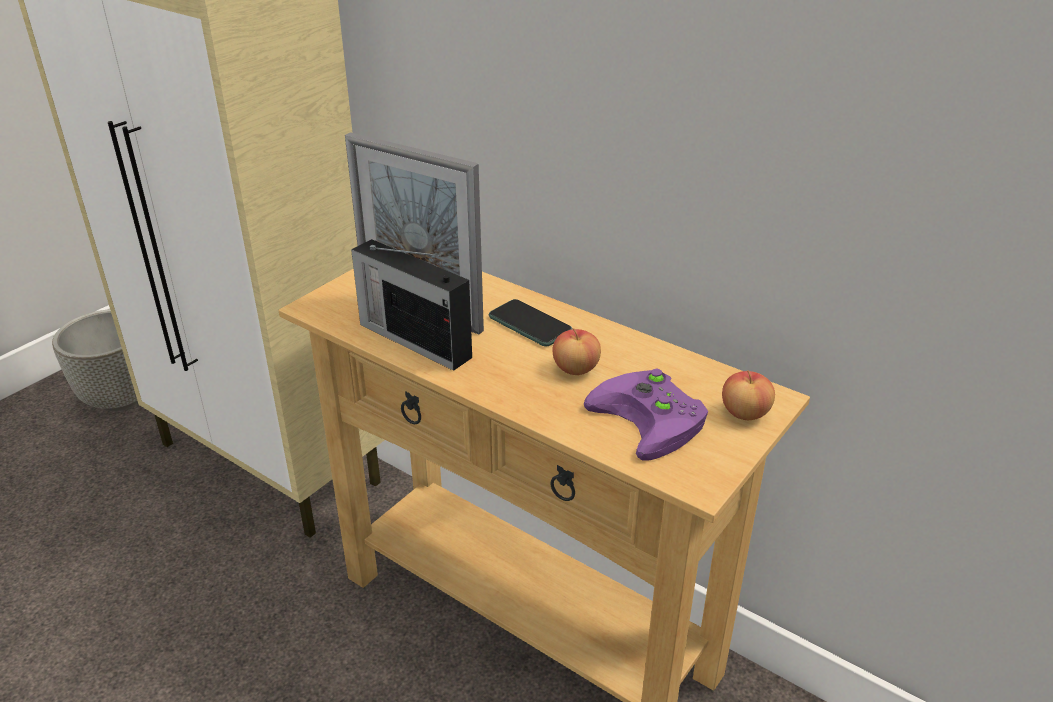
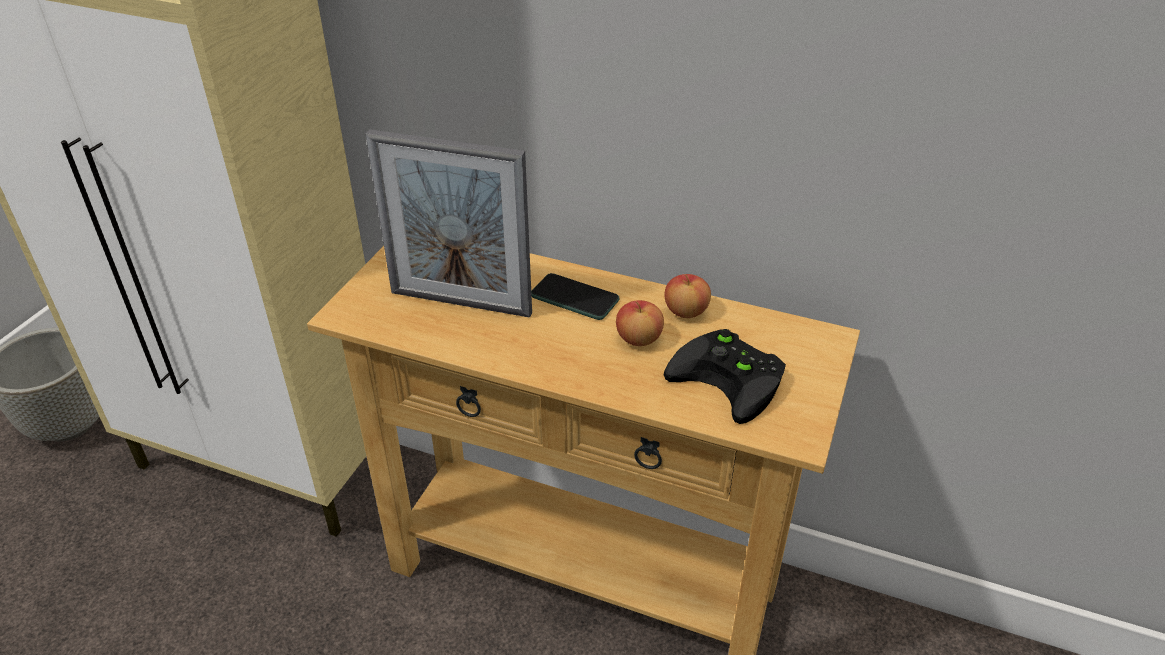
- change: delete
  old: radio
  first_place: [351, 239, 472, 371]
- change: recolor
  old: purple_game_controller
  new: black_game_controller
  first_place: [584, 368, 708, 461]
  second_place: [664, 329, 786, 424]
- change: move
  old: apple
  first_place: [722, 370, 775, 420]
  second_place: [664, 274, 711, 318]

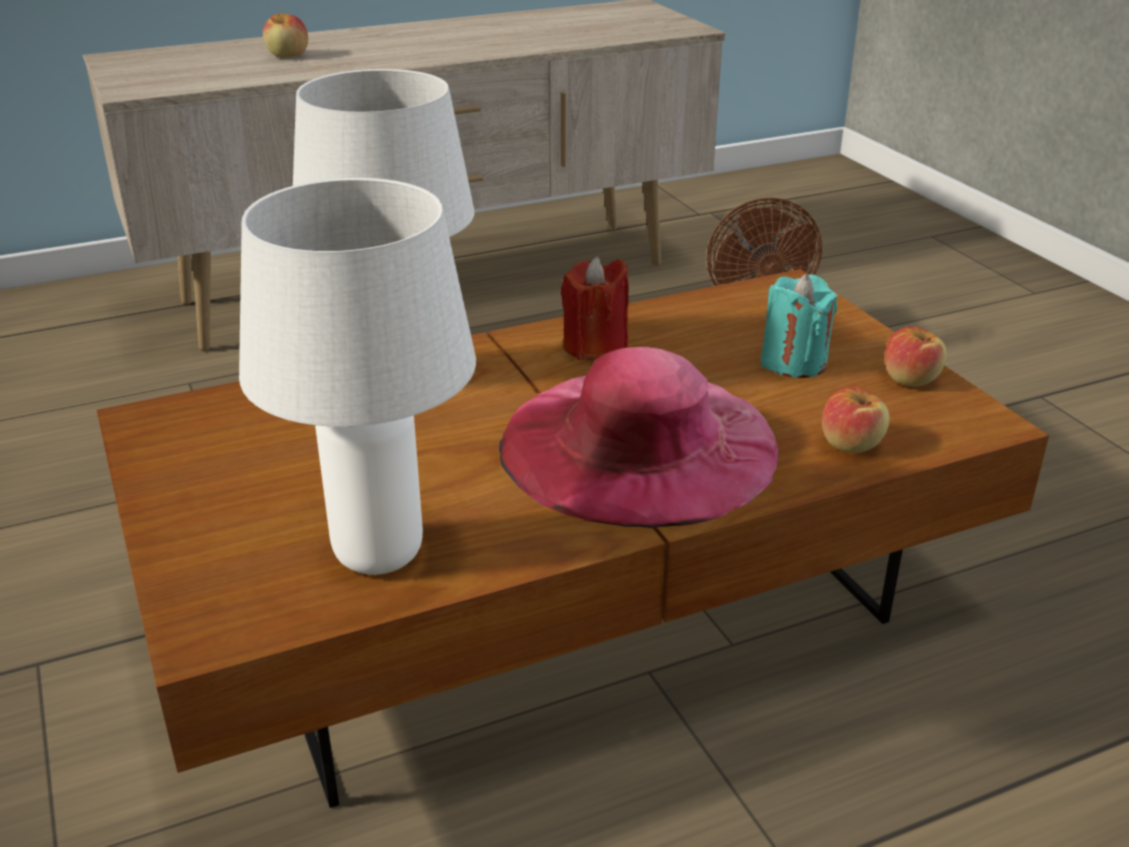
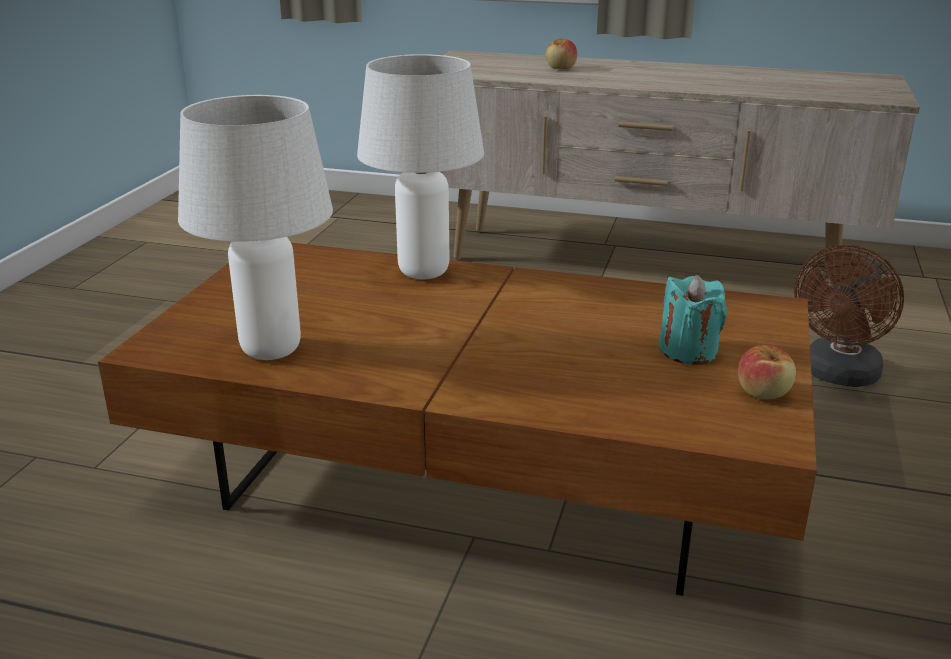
- change: delete
  old: red_candle
  first_place: [561, 256, 629, 360]
- change: delete
  old: pink_hat
  first_place: [499, 347, 779, 528]
- change: delete
  old: apple
  first_place: [822, 387, 890, 453]

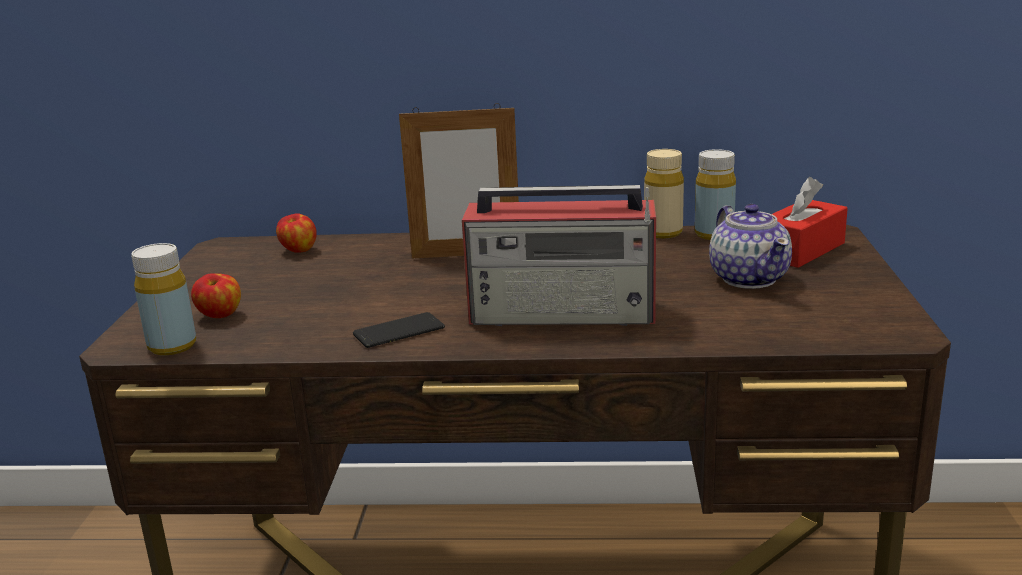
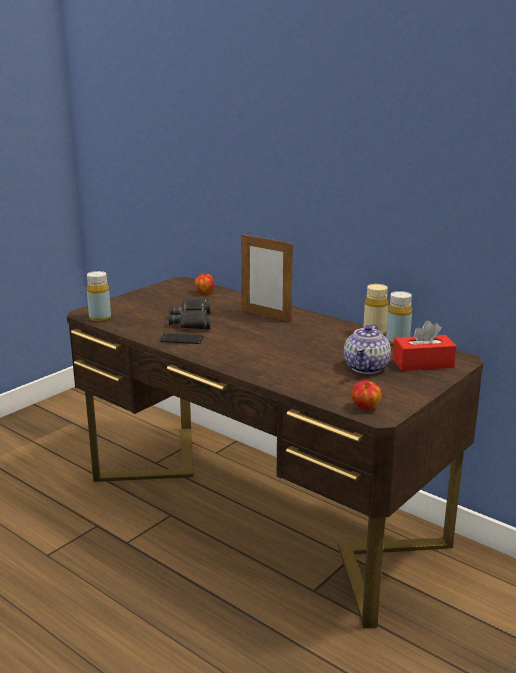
- change: delete
  old: radio
  first_place: [462, 185, 656, 326]
- change: move
  old: apple
  first_place: [191, 273, 241, 318]
  second_place: [351, 380, 382, 410]
- change: insert
  new: black_binoculars
  second_place: [169, 299, 211, 330]

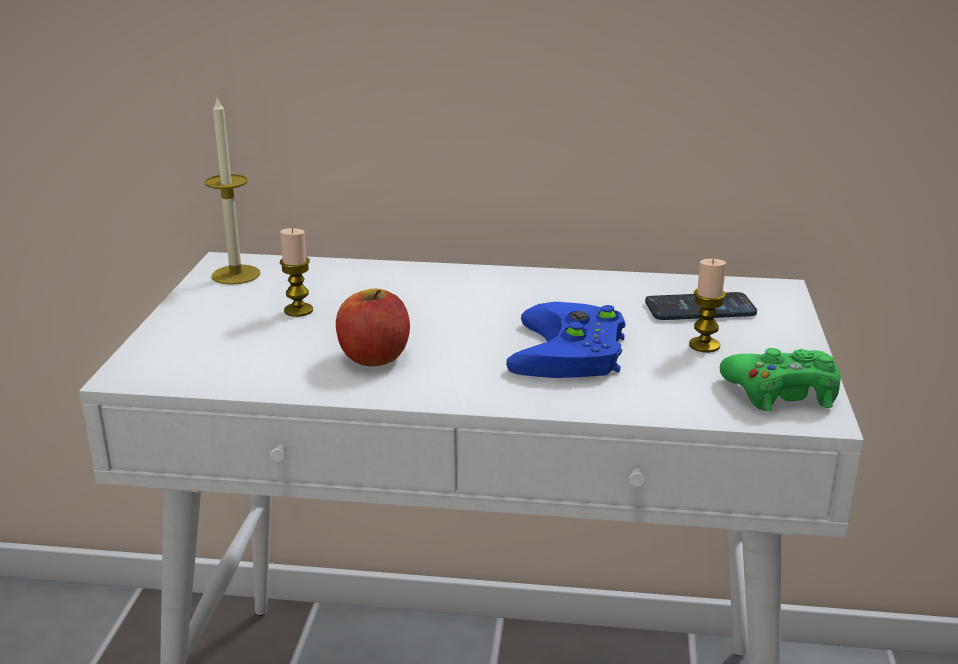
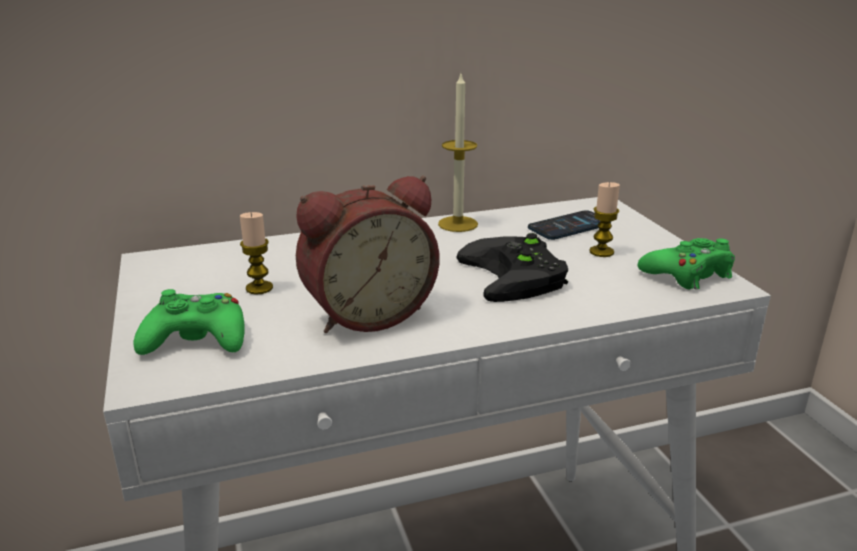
- change: move
  old: candle
  first_place: [205, 95, 260, 285]
  second_place: [438, 74, 478, 232]
- change: replace
  old: apple
  new: alarm_clock
  first_place: [336, 289, 410, 366]
  second_place: [296, 176, 439, 333]
- change: recolor
  old: blue_game_controller
  new: black_game_controller
  first_place: [506, 302, 626, 378]
  second_place: [456, 233, 568, 302]
- change: insert
  new: green_game_controller
  second_place: [133, 289, 244, 355]

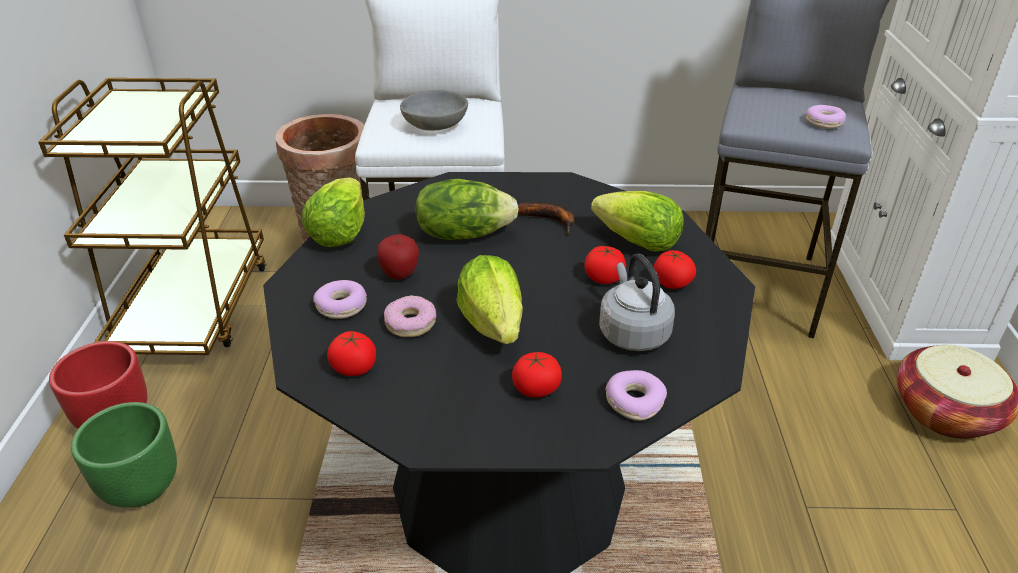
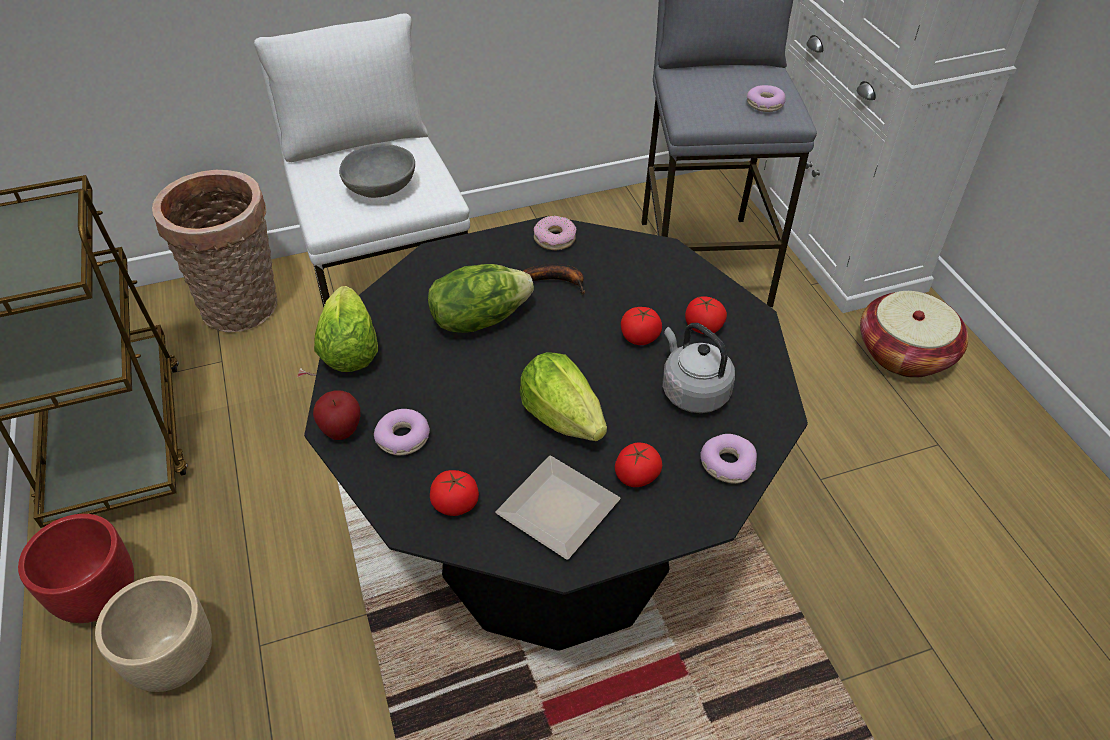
- change: delete
  old: lettuce
  first_place: [591, 191, 684, 252]
- change: move
  old: apple
  first_place: [377, 234, 419, 279]
  second_place: [313, 390, 360, 440]
- change: move
  old: donut
  first_place: [384, 295, 436, 337]
  second_place: [534, 216, 576, 251]
- change: recolor
  old: green_planter
  new: beige_planter
  first_place: [71, 402, 177, 508]
  second_place: [95, 575, 212, 692]
- change: insert
  new: plate
  second_place: [495, 456, 621, 560]

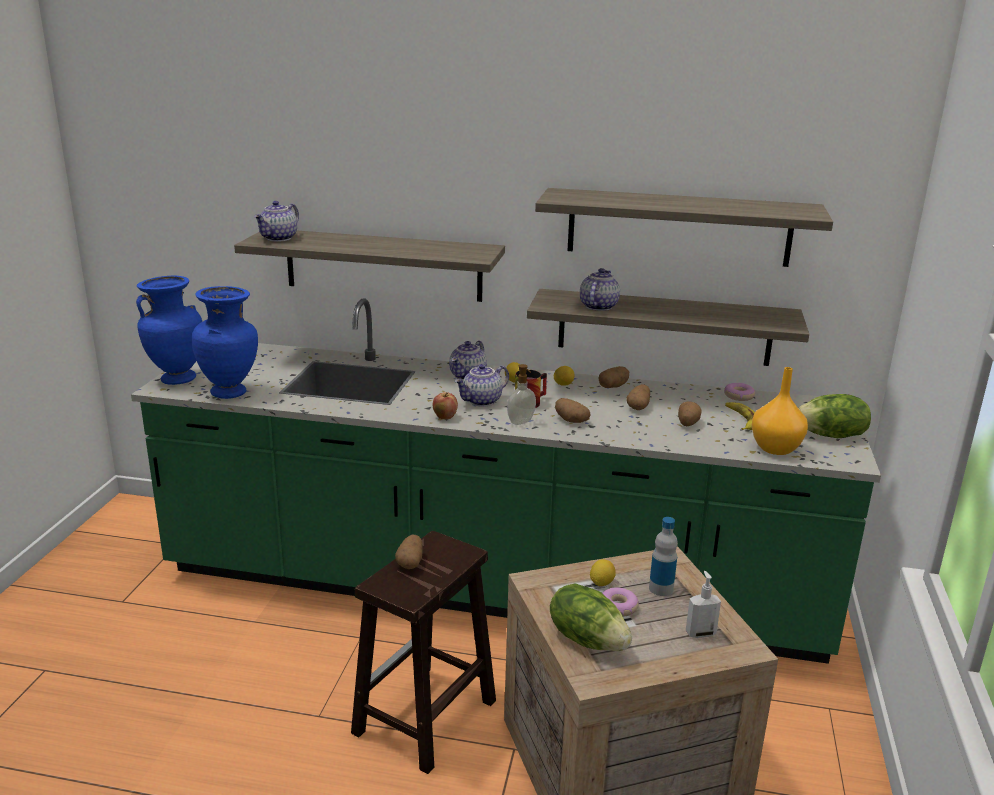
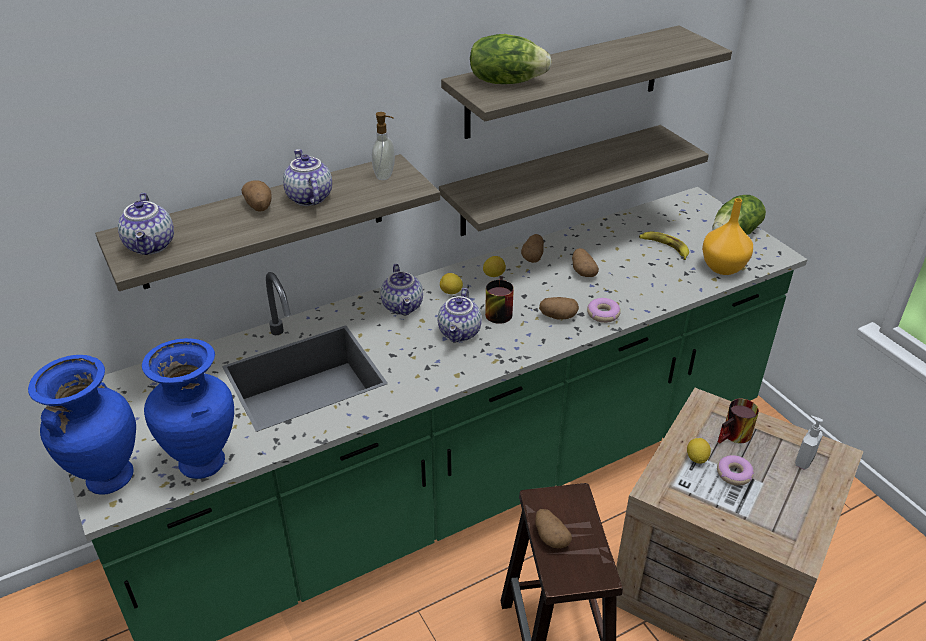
- change: move
  old: teapot
  first_place: [580, 268, 620, 311]
  second_place: [283, 149, 332, 206]
- change: move
  old: soap_dispenser
  first_place: [507, 364, 536, 425]
  second_place: [372, 112, 395, 180]
- change: move
  old: donut
  first_place: [724, 383, 756, 401]
  second_place: [587, 298, 621, 323]
- change: delete
  old: apple
  first_place: [433, 392, 458, 419]
- change: move
  old: potato
  first_place: [678, 402, 702, 426]
  second_place: [242, 180, 272, 212]
- change: replace
  old: bottle
  new: mug
  first_place: [649, 517, 678, 596]
  second_place: [718, 399, 759, 444]
- change: move
  old: lettuce
  first_place: [550, 583, 632, 651]
  second_place: [470, 34, 552, 84]

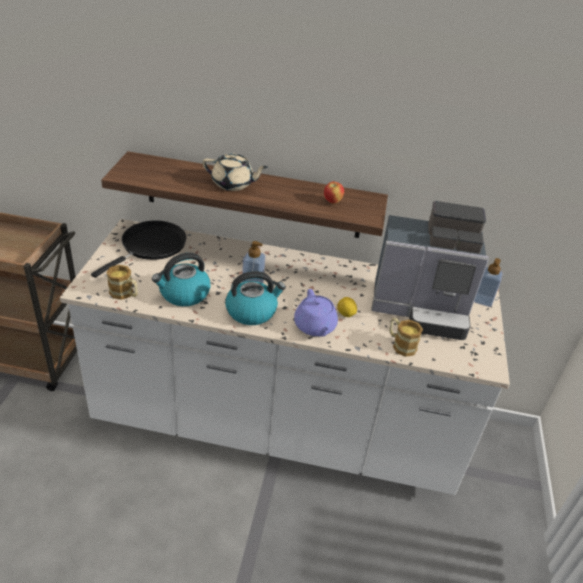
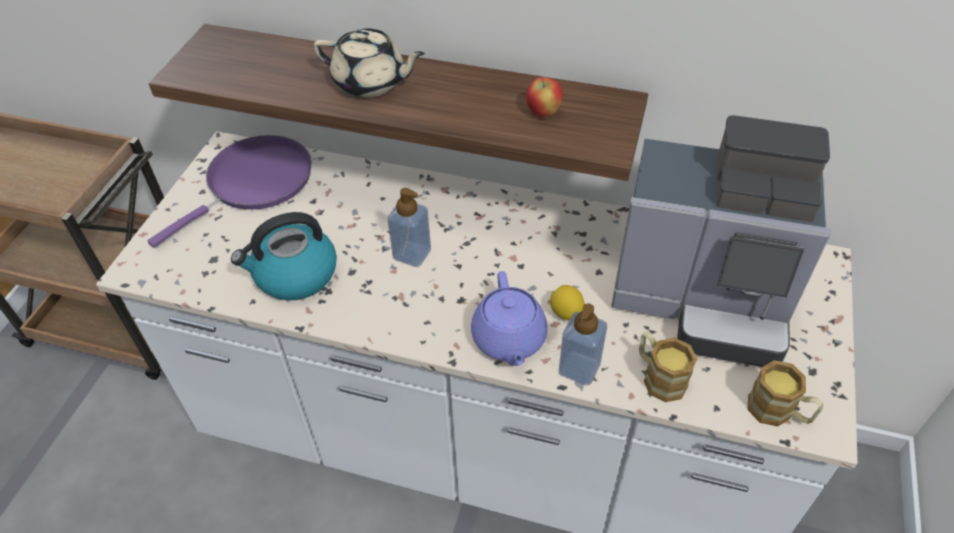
- change: recolor
  old: black_frying_pan
  new: purple_frying_pan
  first_place: [91, 220, 186, 278]
  second_place: [148, 135, 312, 247]
- change: move
  old: soap_dispenser
  first_place: [474, 258, 503, 307]
  second_place: [559, 303, 607, 385]
- change: move
  old: mug
  first_place: [106, 265, 138, 300]
  second_place: [748, 360, 823, 427]
- change: delete
  old: kettle
  first_place: [225, 271, 286, 325]

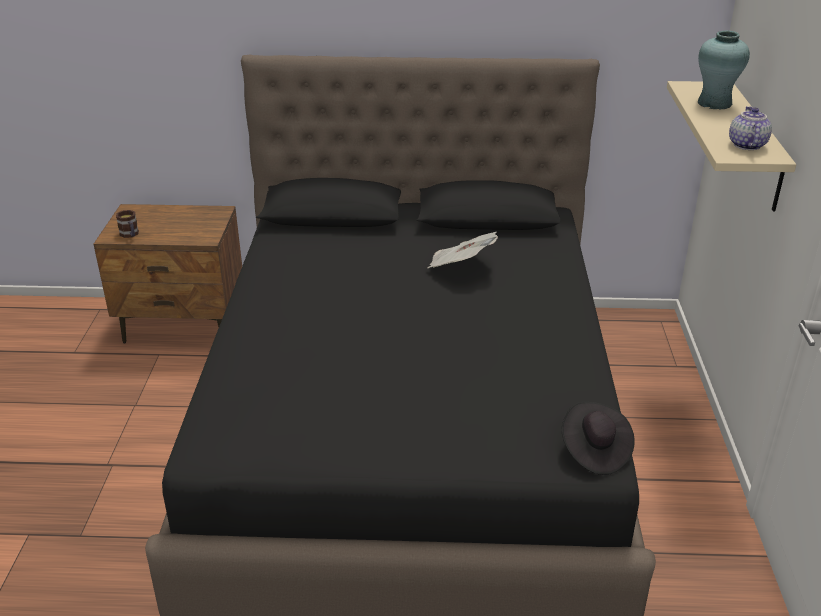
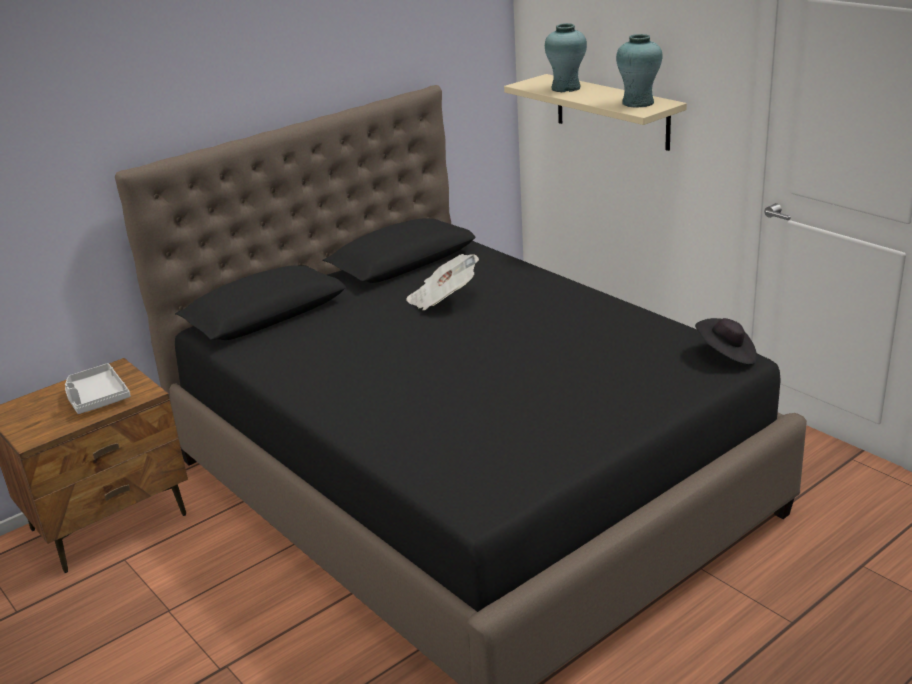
- change: replace
  old: teapot
  new: turquoise_vase
  first_place: [729, 106, 772, 150]
  second_place: [616, 34, 662, 108]
- change: delete
  old: mug
  first_place: [116, 210, 139, 238]
- change: insert
  new: grey_tray
  second_place: [65, 363, 131, 414]

